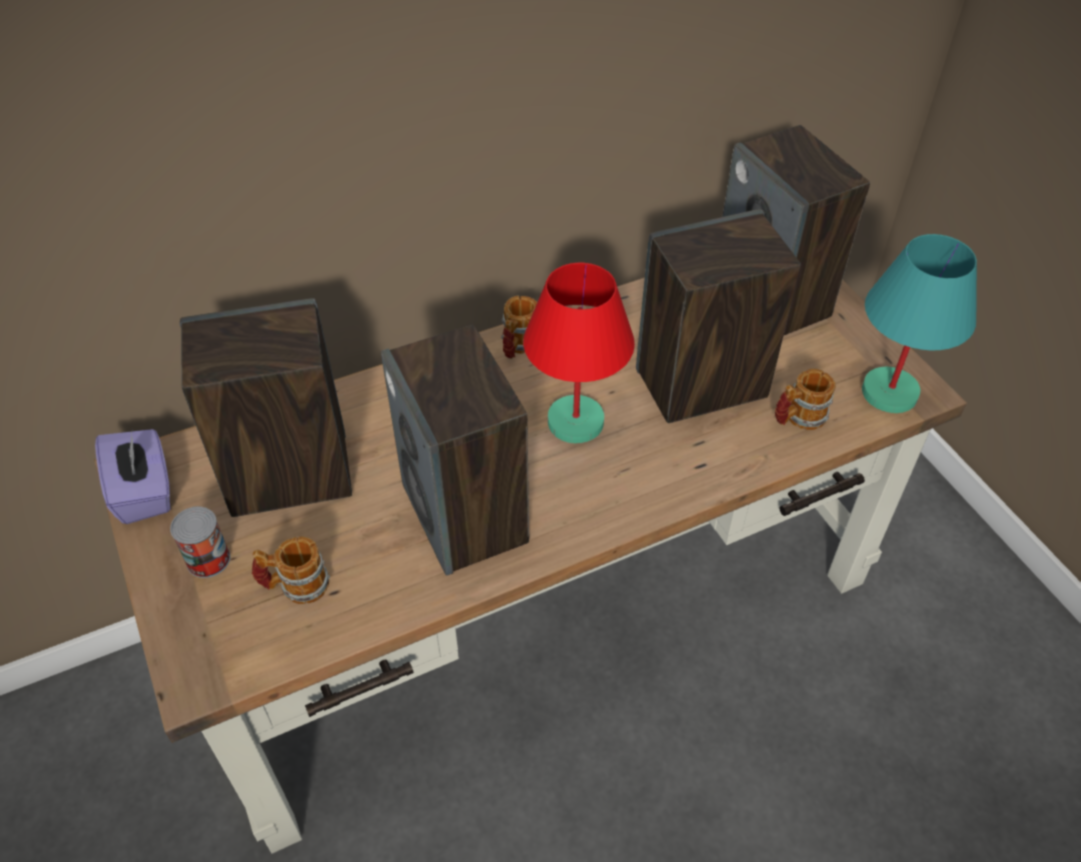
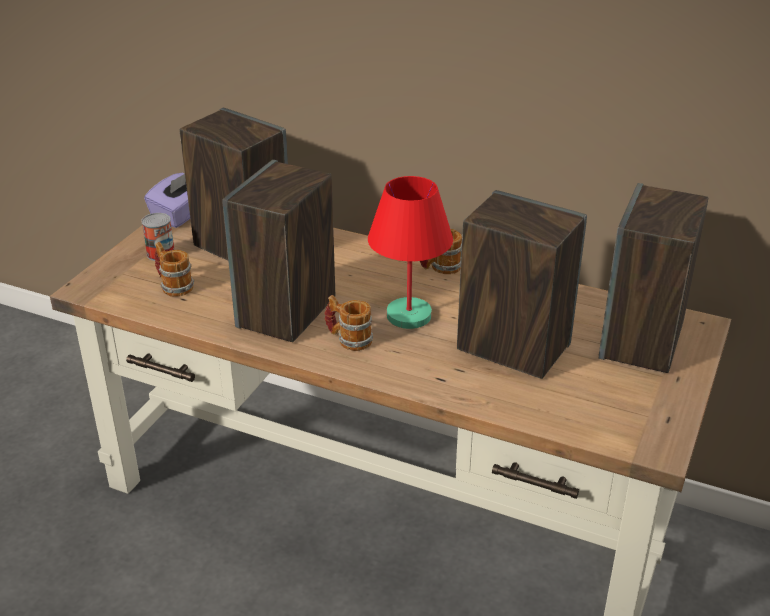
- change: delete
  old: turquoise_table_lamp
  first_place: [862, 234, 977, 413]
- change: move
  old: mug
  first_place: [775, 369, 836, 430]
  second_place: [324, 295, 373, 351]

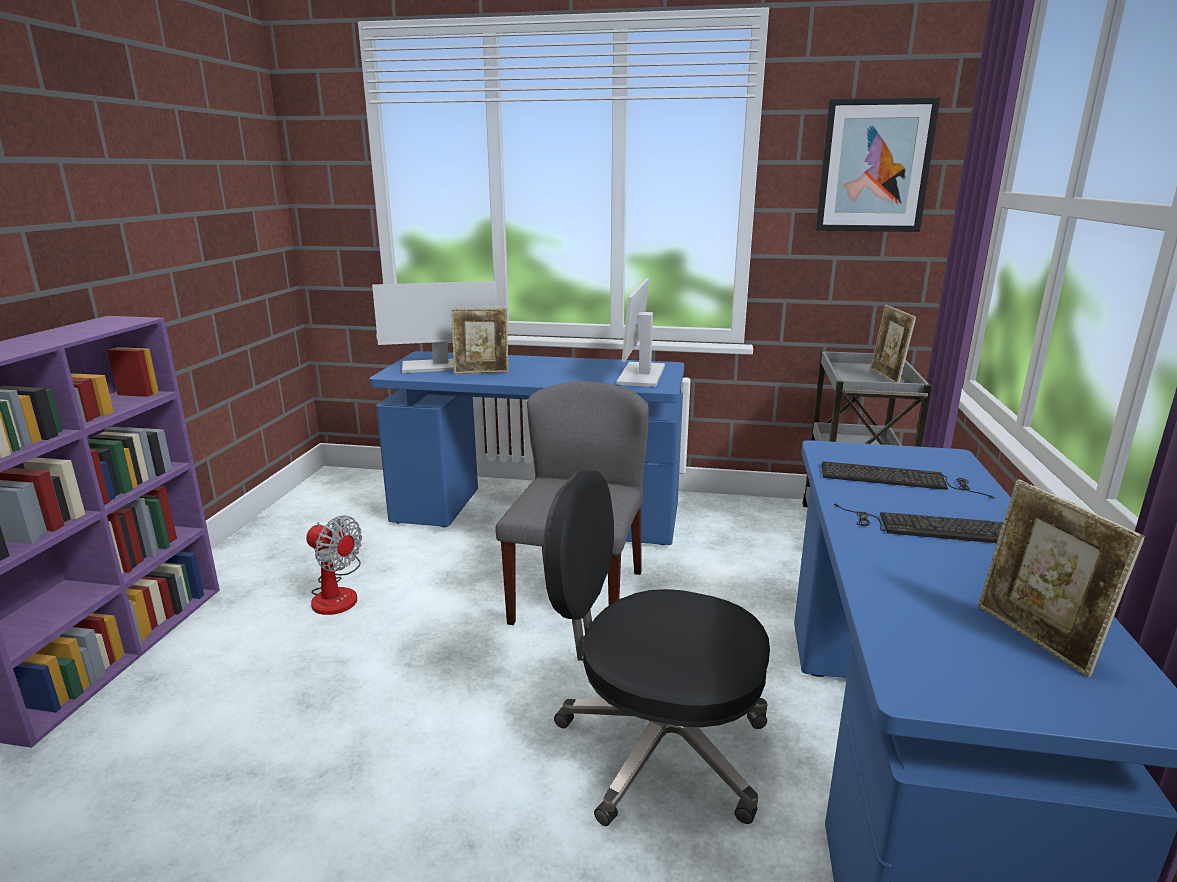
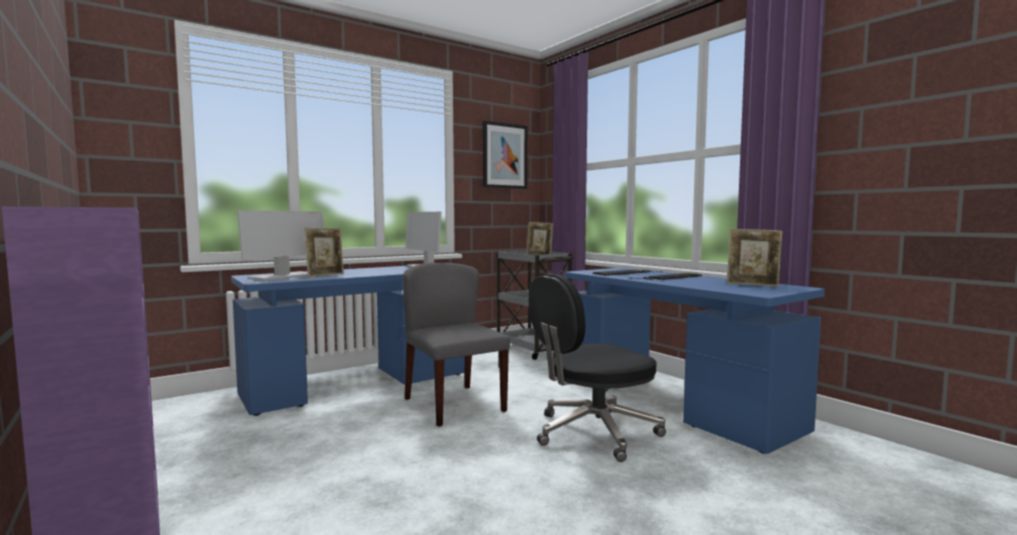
- change: delete
  old: fan
  first_place: [306, 516, 362, 615]

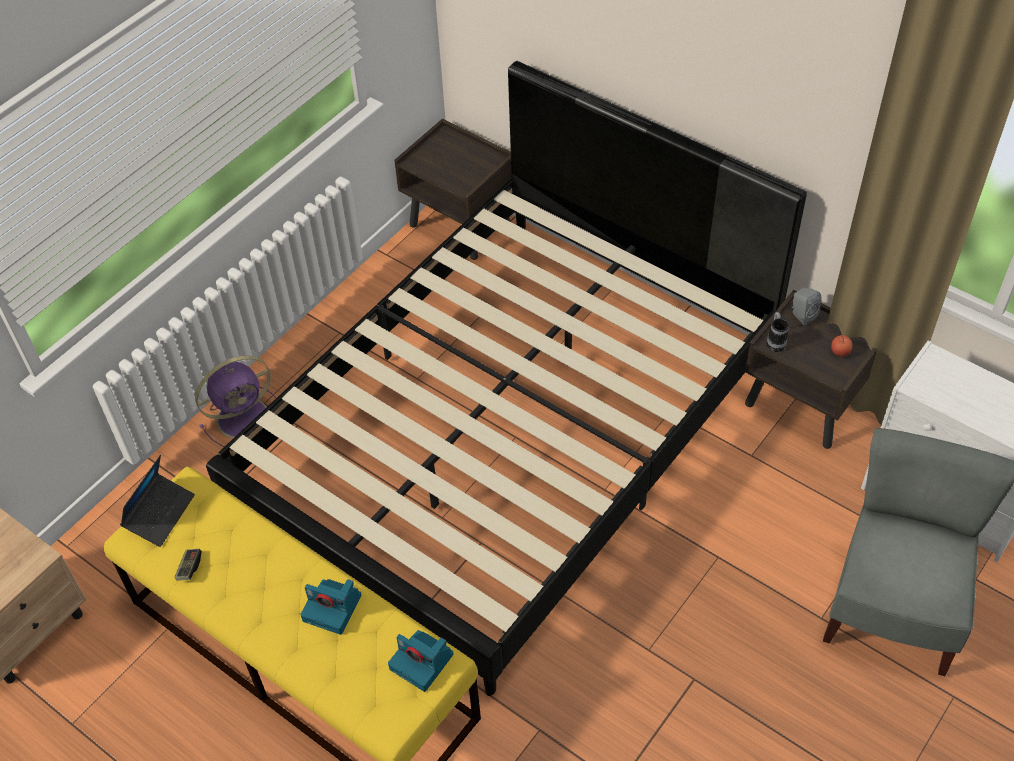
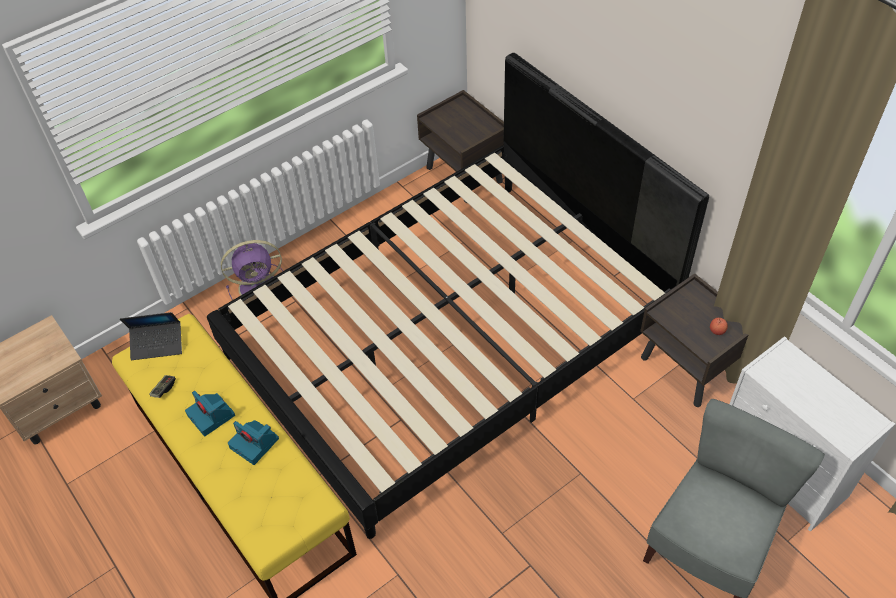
- change: delete
  old: grey_speaker
  first_place: [792, 288, 821, 325]
- change: delete
  old: mug
  first_place: [767, 312, 789, 352]
- change: rotate
  old: laptop
  first_place: [120, 455, 195, 547]
  second_place: [120, 312, 182, 360]
  degrees: 45
- change: move
  old: photo_camera
  first_place: [388, 630, 454, 692]
  second_place: [185, 391, 235, 436]

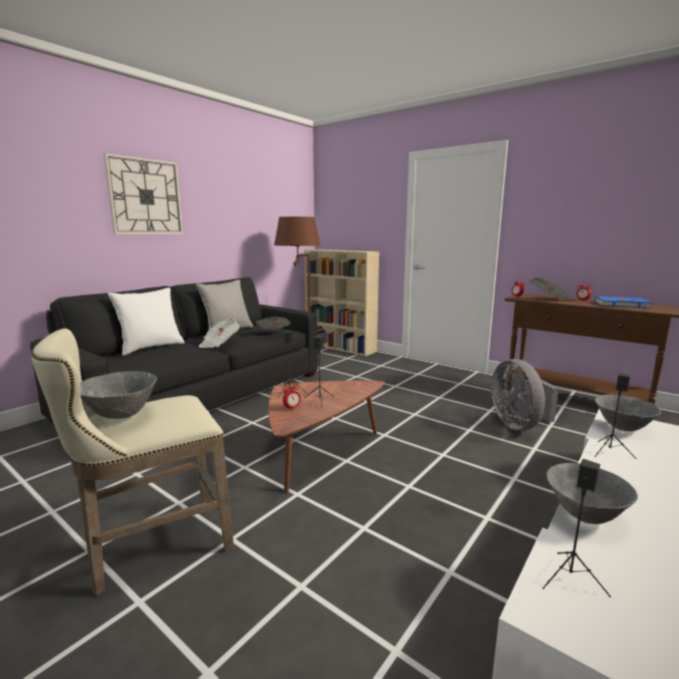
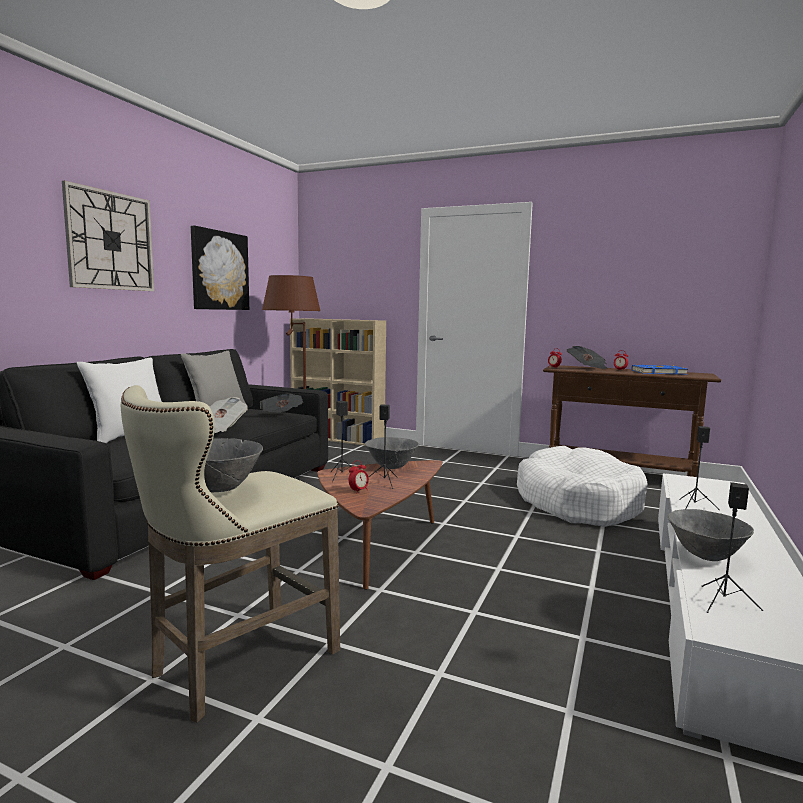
- change: replace
  old: grey_fan
  new: white_dog_bed
  first_place: [491, 359, 559, 431]
  second_place: [517, 446, 648, 527]
- change: move
  old: grey_bowl
  first_place: [595, 394, 661, 431]
  second_place: [365, 437, 419, 469]
- change: insert
  new: picture
  second_place: [191, 226, 249, 310]

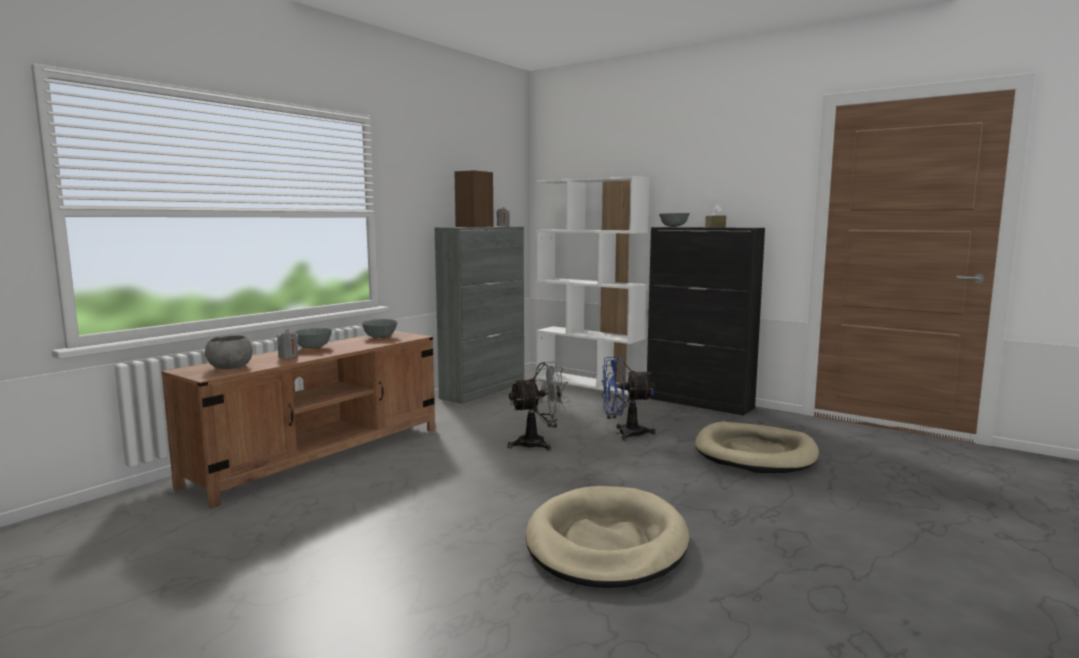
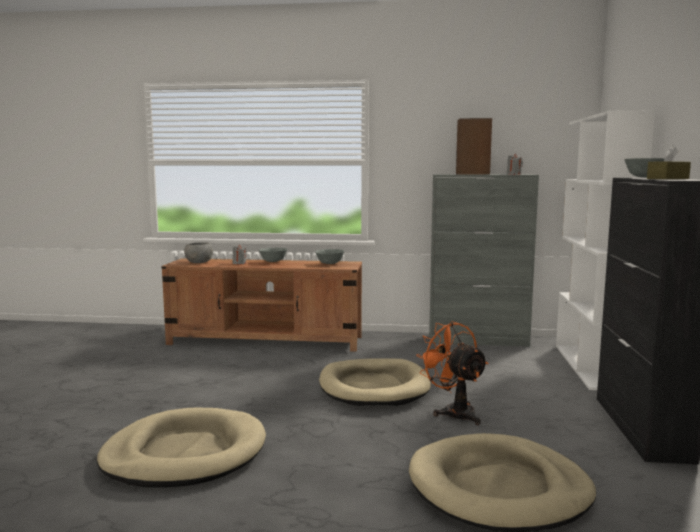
- change: recolor
  old: blue_fan
  new: orange_fan
  first_place: [602, 356, 655, 441]
  second_place: [416, 321, 489, 425]
- change: replace
  old: grey_fan
  new: beige_dog_bed
  first_place: [508, 362, 569, 451]
  second_place: [319, 359, 431, 406]

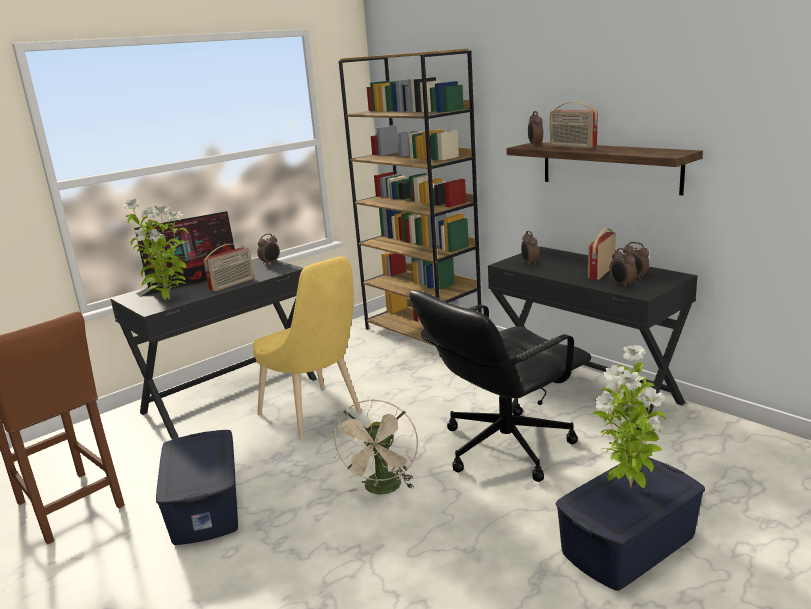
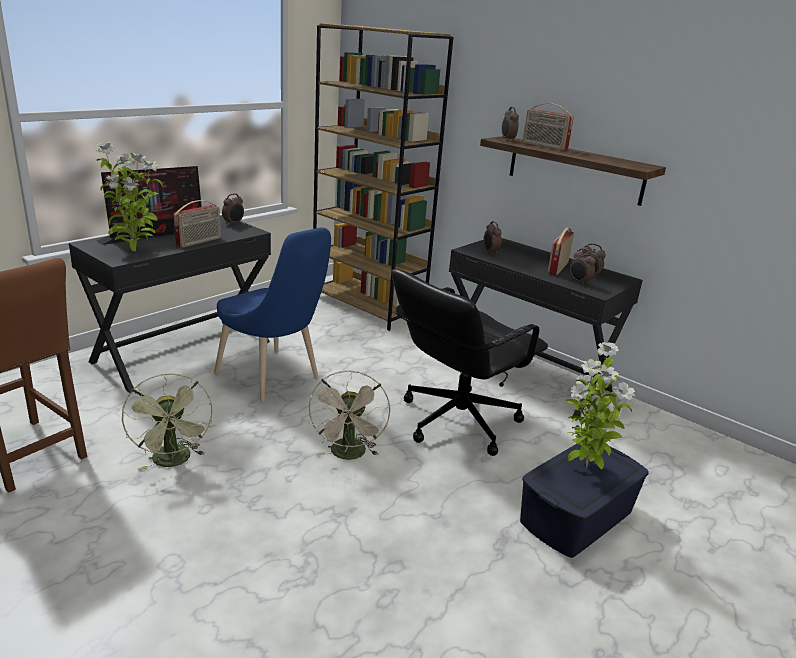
- change: recolor
  old: yellow_chair
  new: blue_chair
  first_place: [253, 256, 362, 440]
  second_place: [214, 227, 331, 402]
- change: replace
  old: blue_storage_box
  new: green_fan
  first_place: [156, 430, 238, 545]
  second_place: [122, 373, 213, 471]

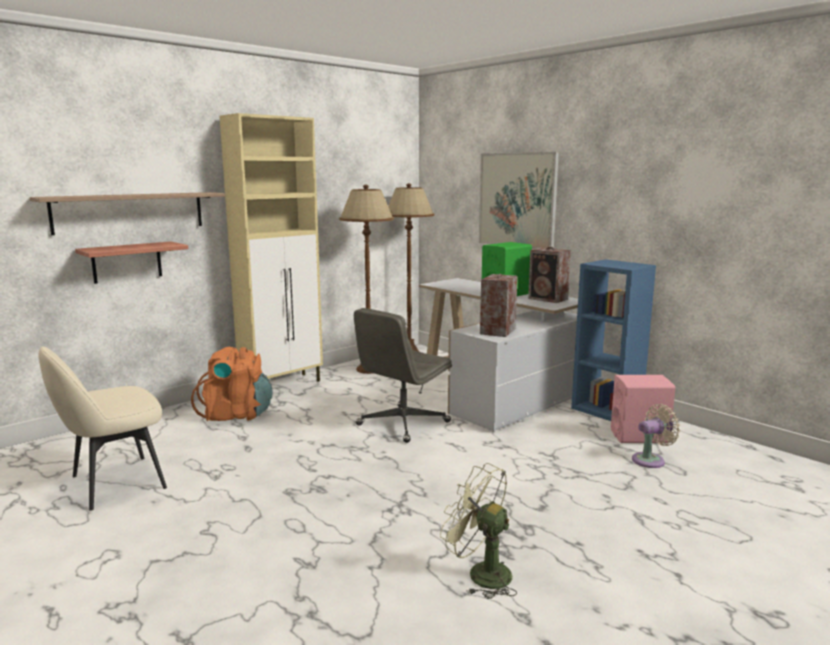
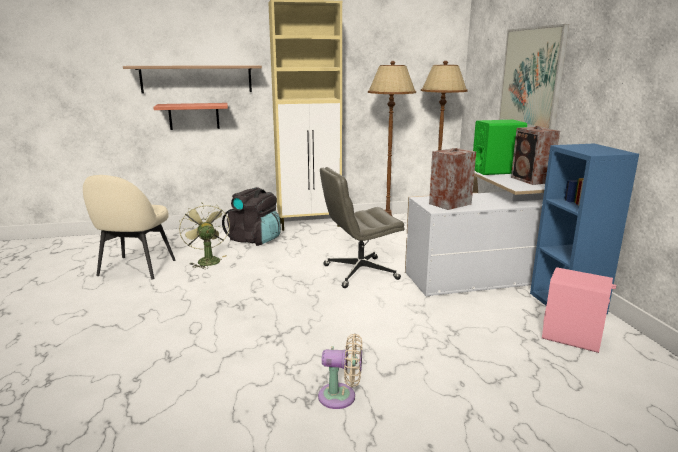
- change: rotate
  old: beige_chair
  first_place: [39, 346, 167, 511]
  second_place: [83, 175, 176, 280]
  degrees: -75
- change: recolor
  old: orange_backpack
  new: black_backpack
  first_place: [191, 347, 272, 421]
  second_place: [222, 187, 281, 246]
- change: move
  old: beige_fan
  first_place: [632, 404, 680, 468]
  second_place: [318, 334, 362, 409]
- change: move
  old: green_fan
  first_place: [440, 463, 517, 599]
  second_place: [179, 202, 230, 269]

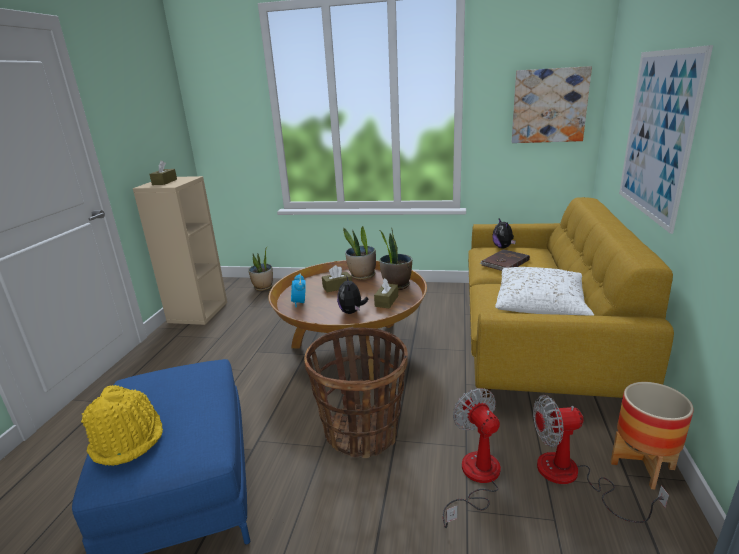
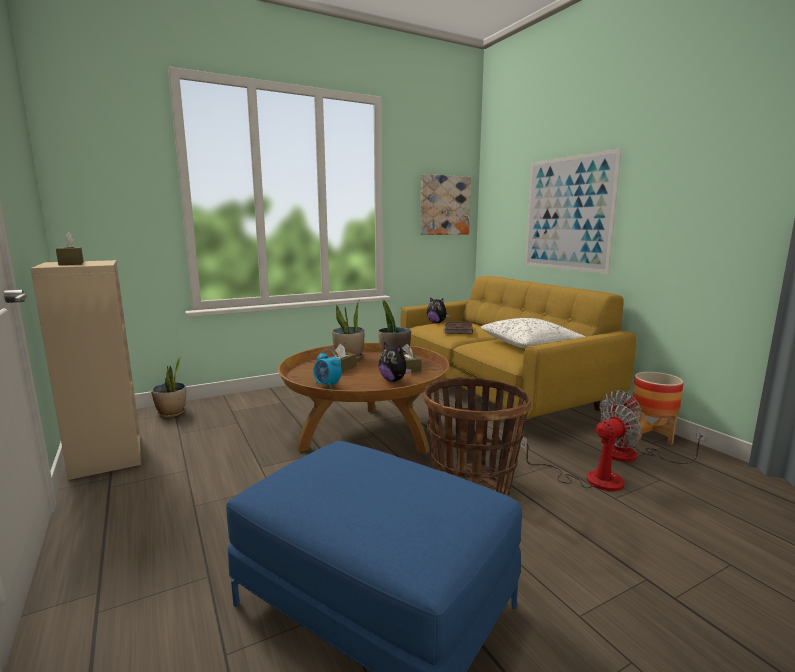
- change: delete
  old: yellow_hat
  first_place: [81, 385, 163, 466]
- change: rotate
  old: fan
  first_place: [443, 388, 501, 528]
  second_place: [520, 404, 642, 491]
  degrees: 120

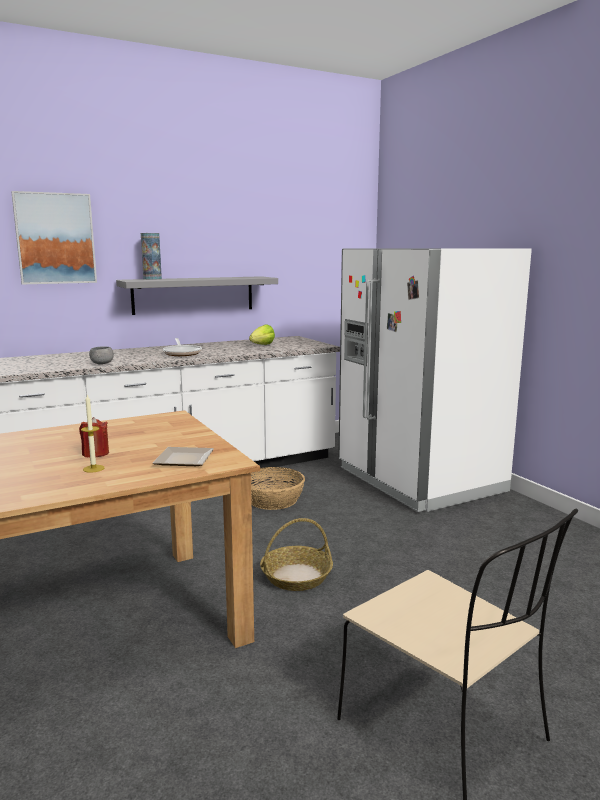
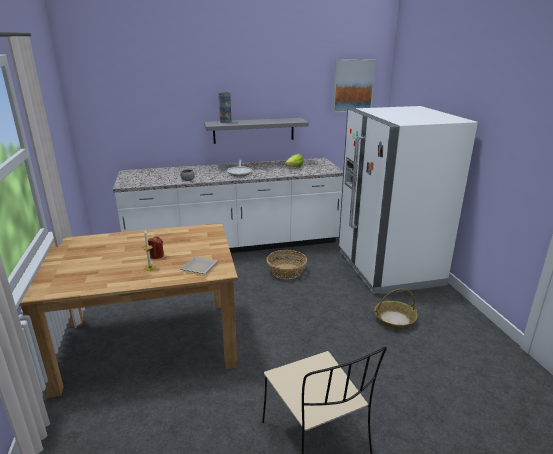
- change: move
  old: picture
  first_place: [11, 191, 97, 285]
  second_place: [333, 59, 376, 113]
- change: move
  old: basket
  first_place: [260, 518, 333, 591]
  second_place: [374, 289, 418, 329]

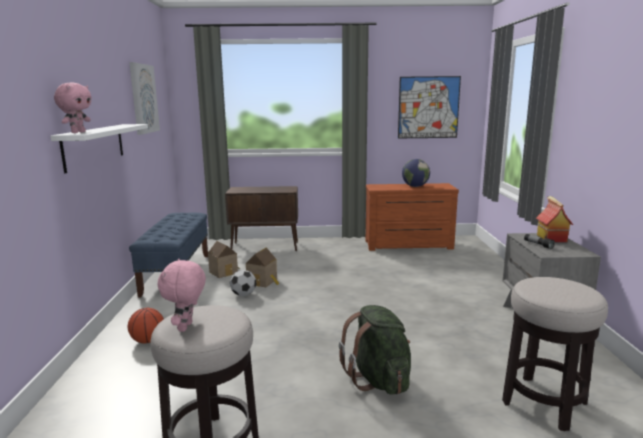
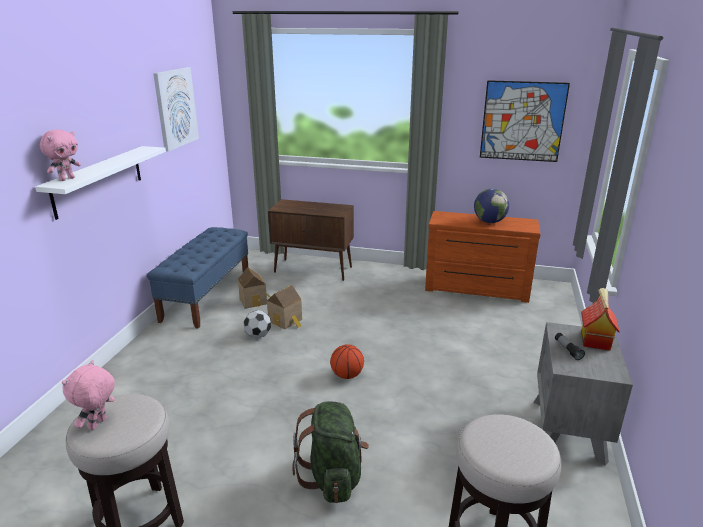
- change: move
  old: basketball
  first_place: [128, 308, 164, 343]
  second_place: [330, 344, 364, 379]

